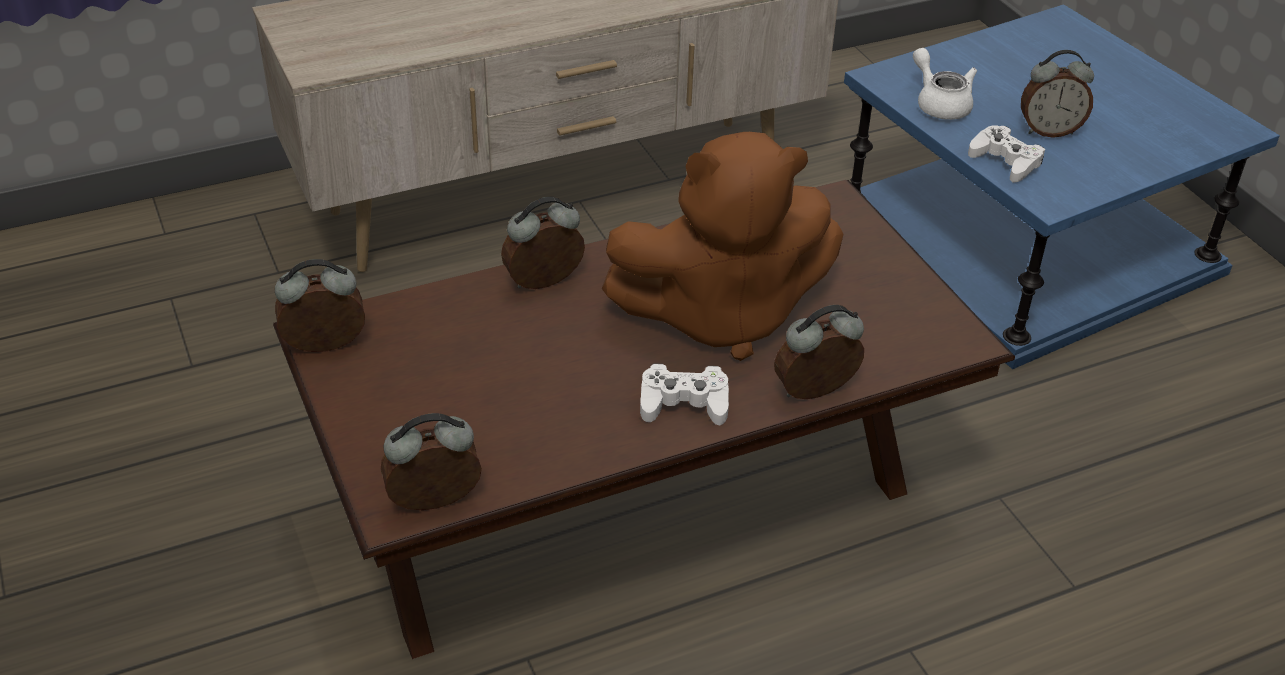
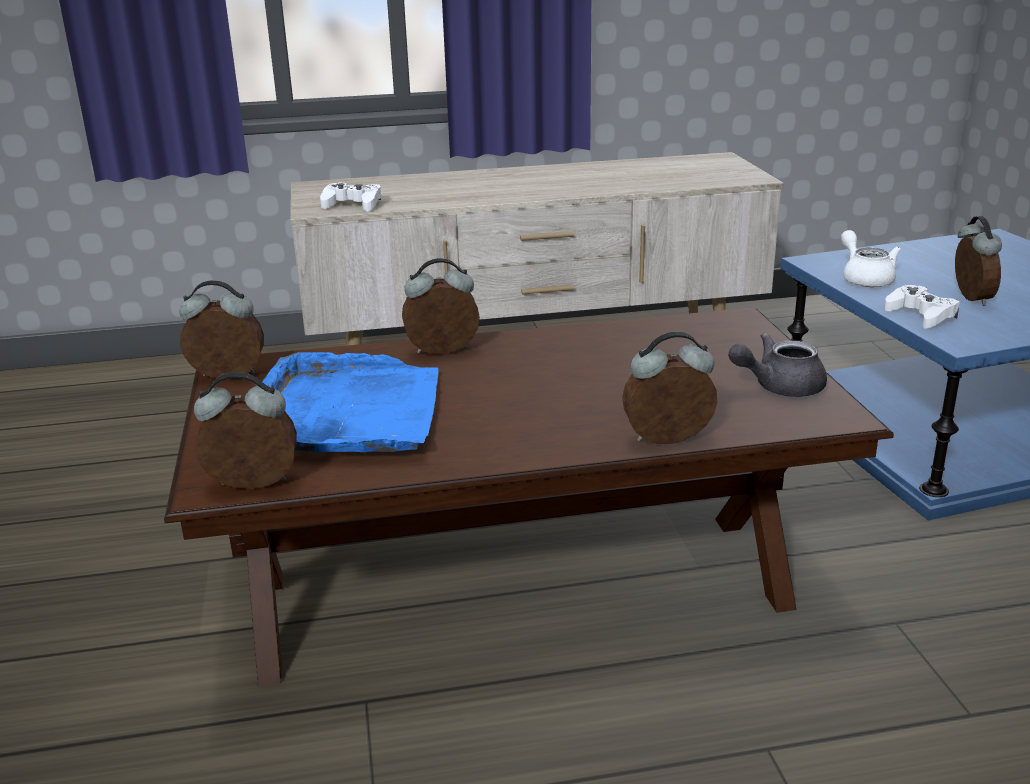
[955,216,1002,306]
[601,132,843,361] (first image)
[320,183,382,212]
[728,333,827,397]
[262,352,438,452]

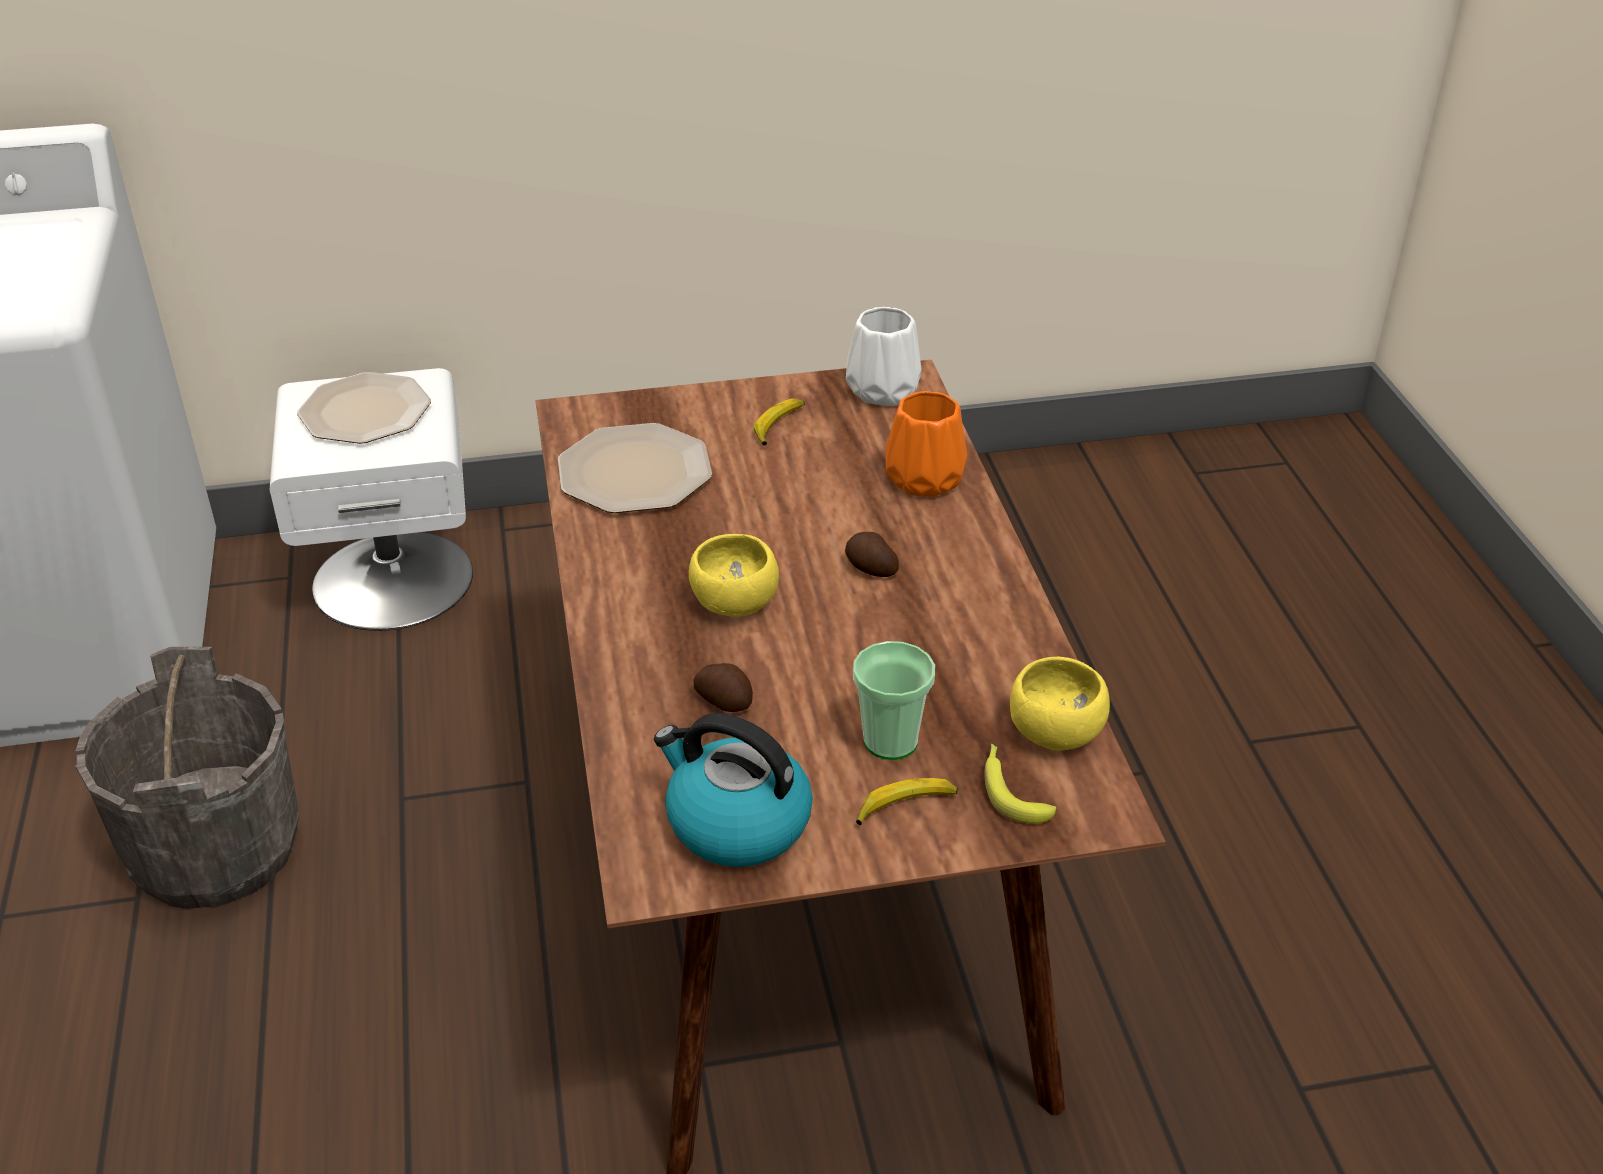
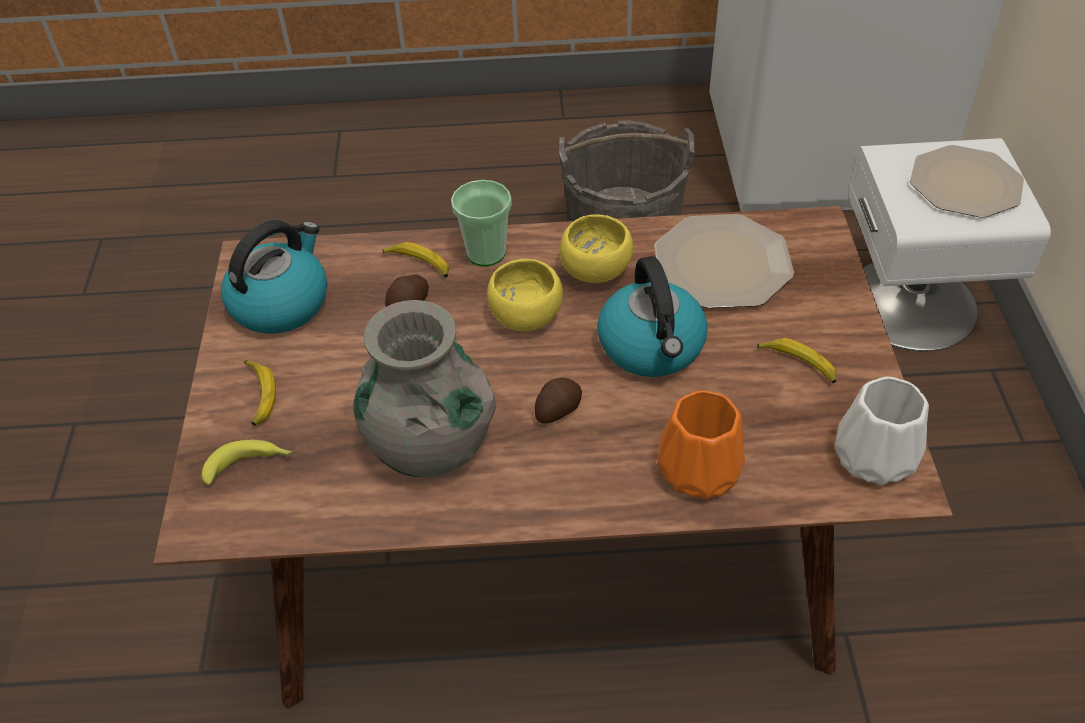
[451,180,512,267]
[560,214,633,283]
[383,242,449,277]
[597,256,708,377]
[353,300,496,477]

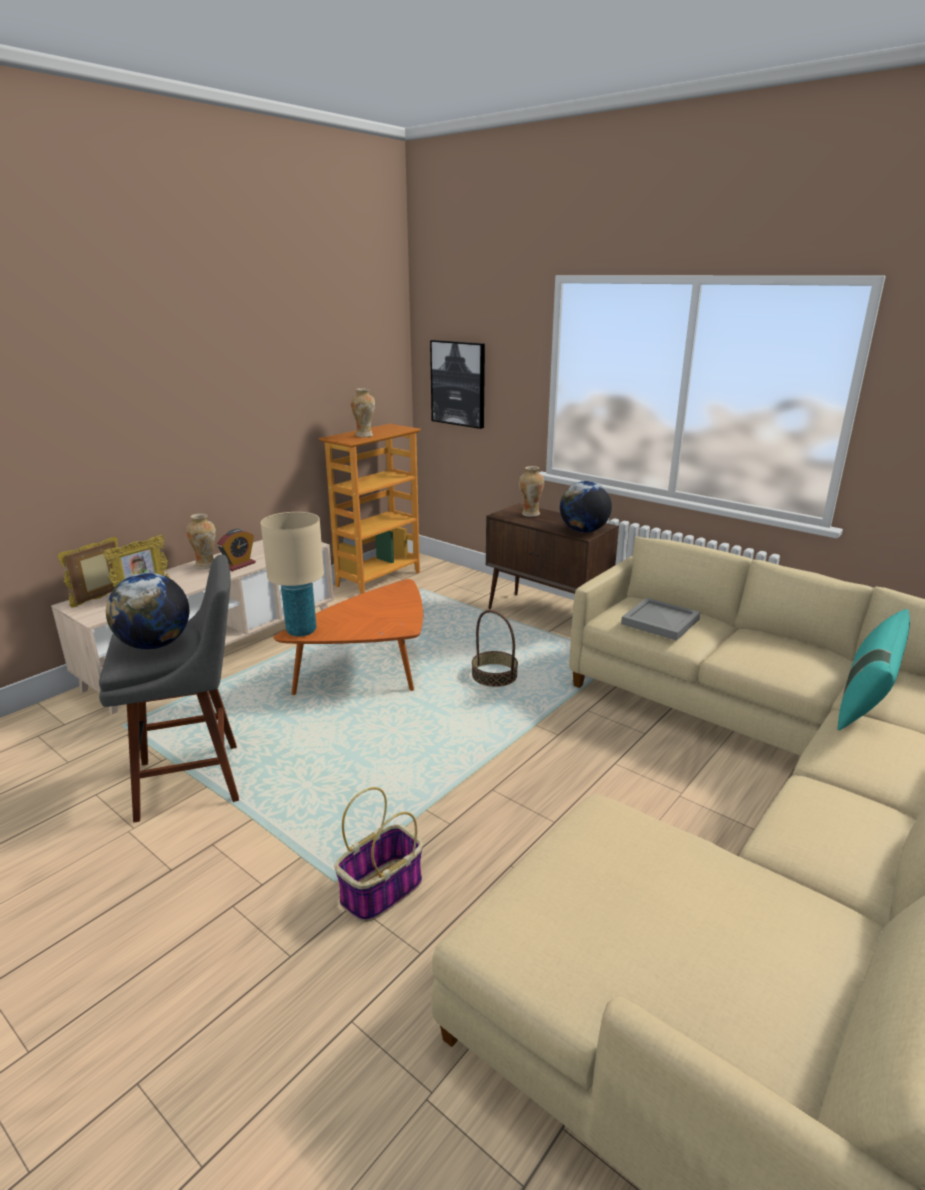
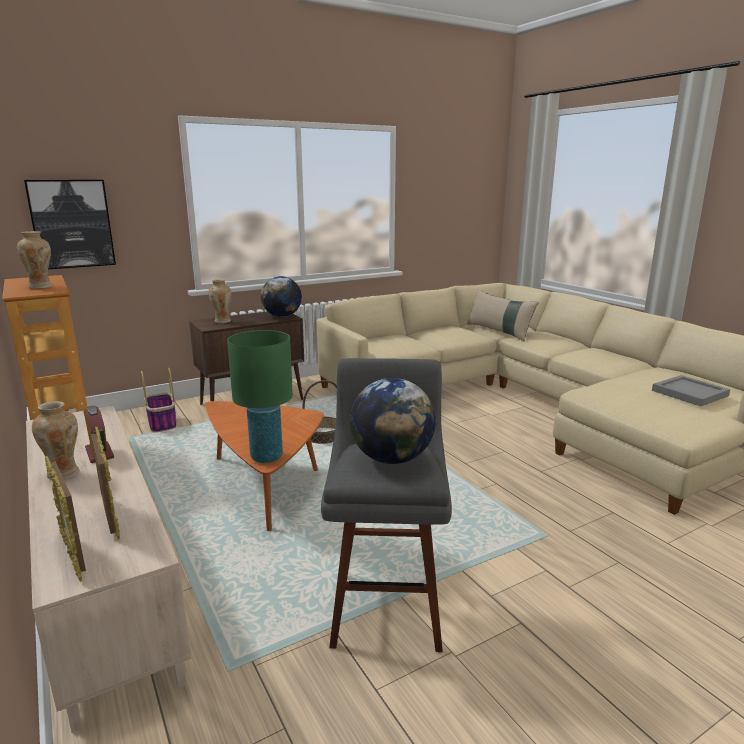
[227,330,293,463]
[652,375,730,406]
[467,289,539,342]
[141,368,176,432]

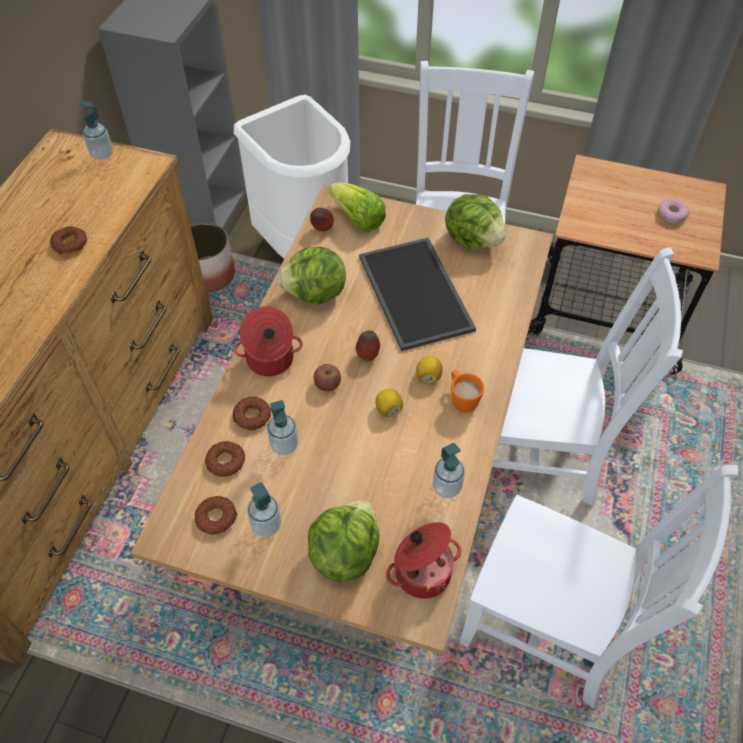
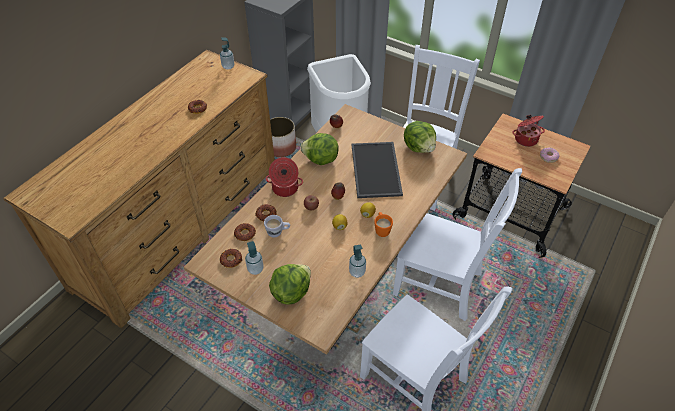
[329,182,386,232] (first image)
[264,215,290,238]
[513,114,545,147]

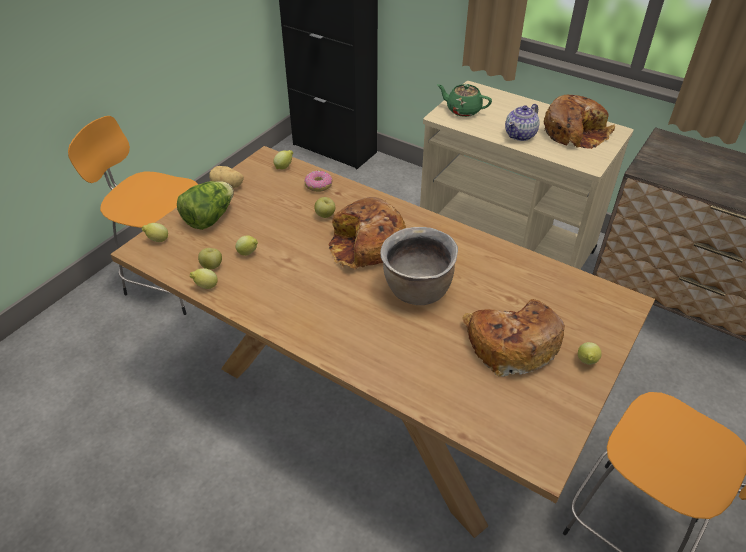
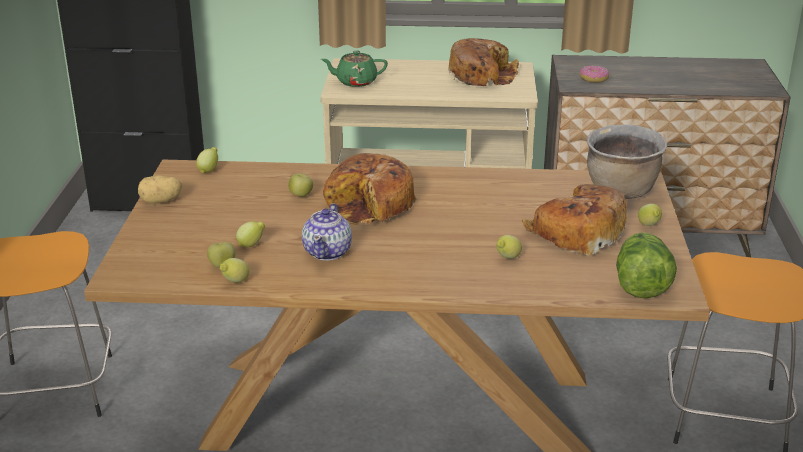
[302,203,352,261]
[580,65,609,83]
[616,232,677,298]
[496,235,522,259]
[587,125,667,199]

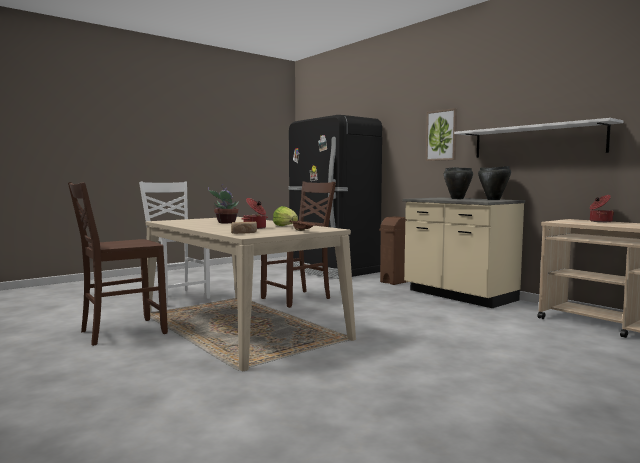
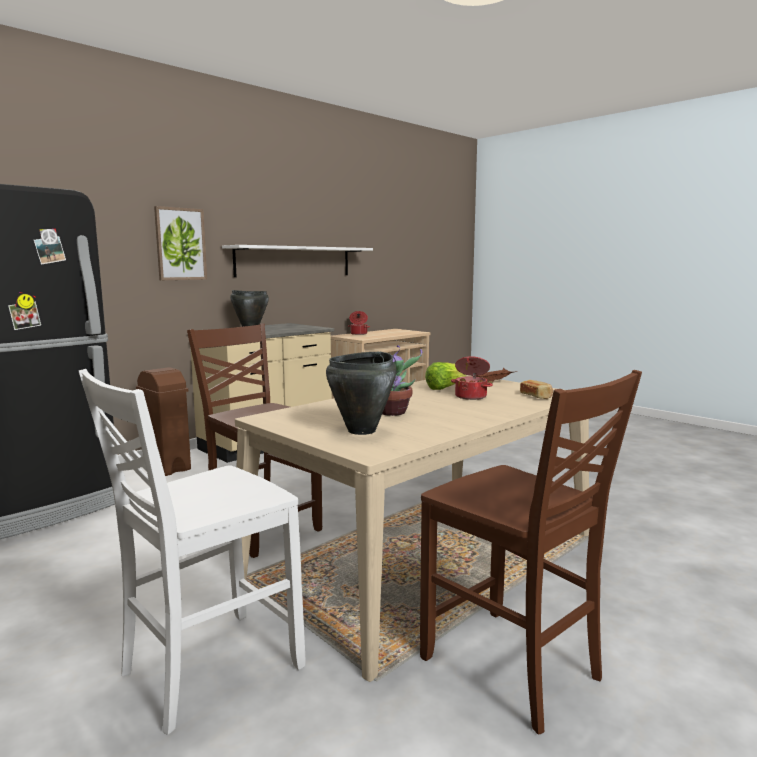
[326,351,397,435]

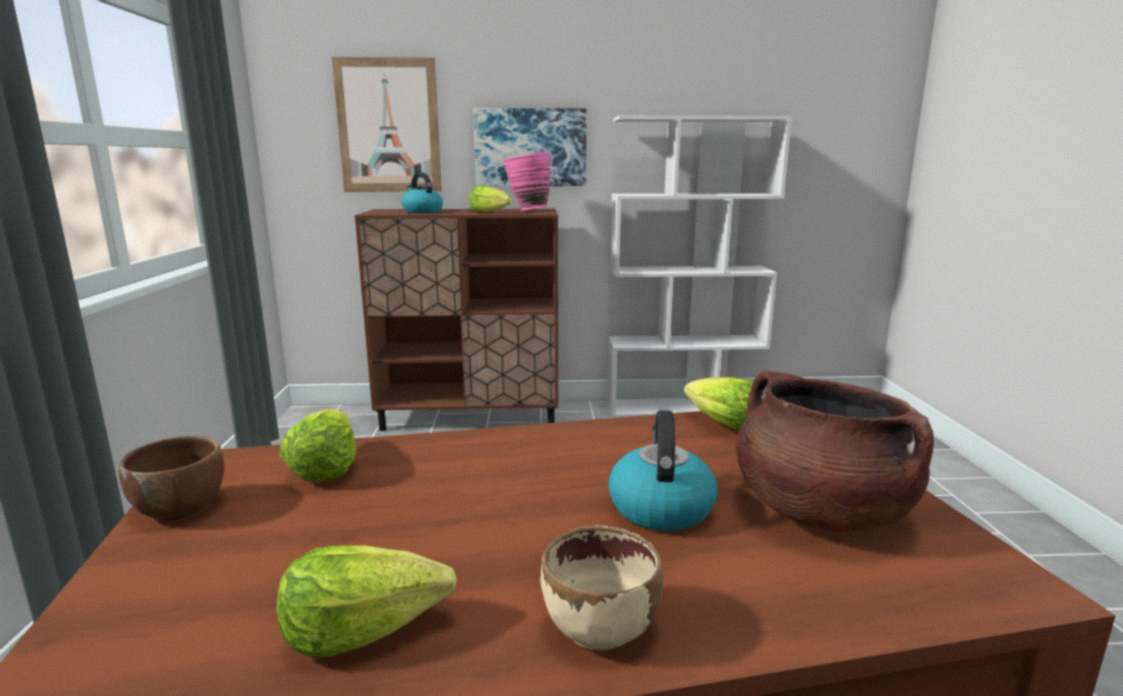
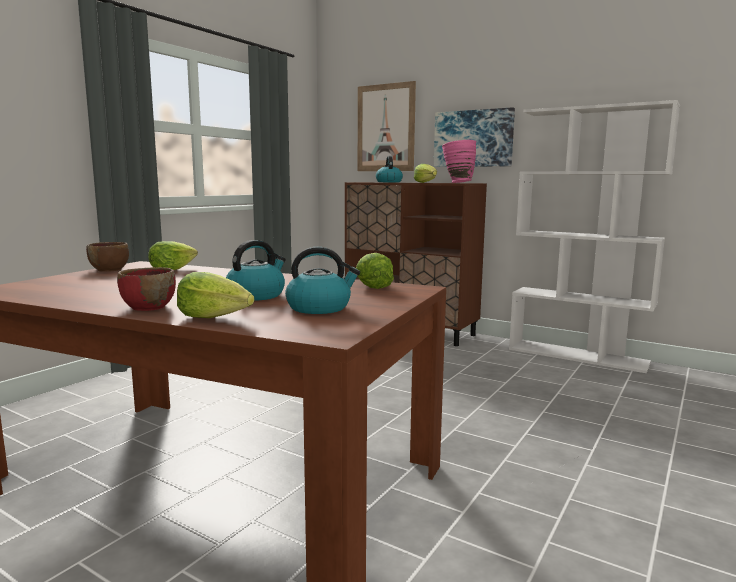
[285,247,360,314]
[117,267,176,311]
[177,272,254,318]

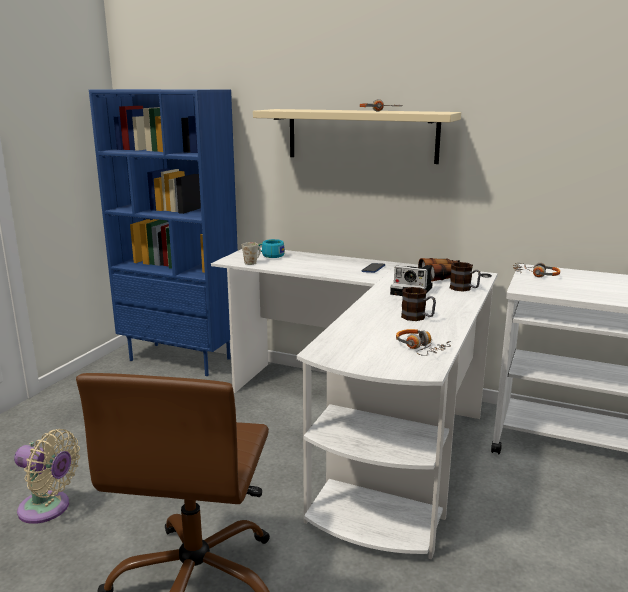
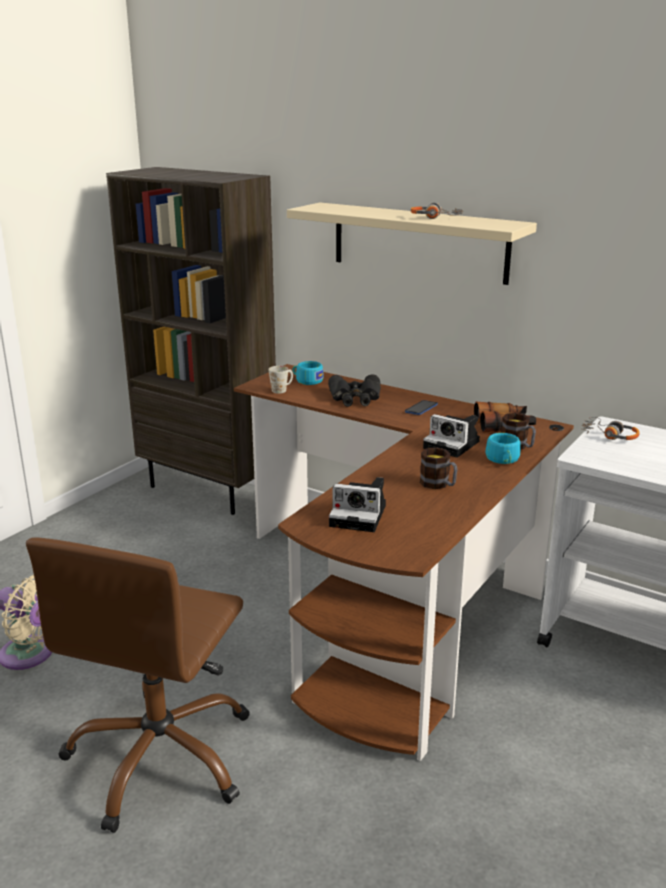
[106,167,276,515]
[234,364,574,761]
[396,329,451,356] (first image)
[328,374,381,407]
[485,433,520,464]
[329,477,386,532]

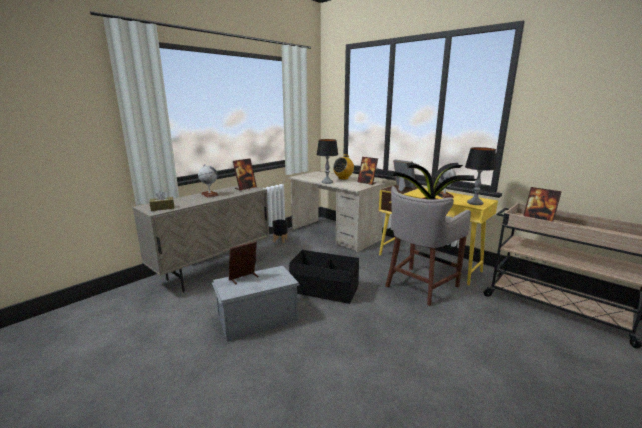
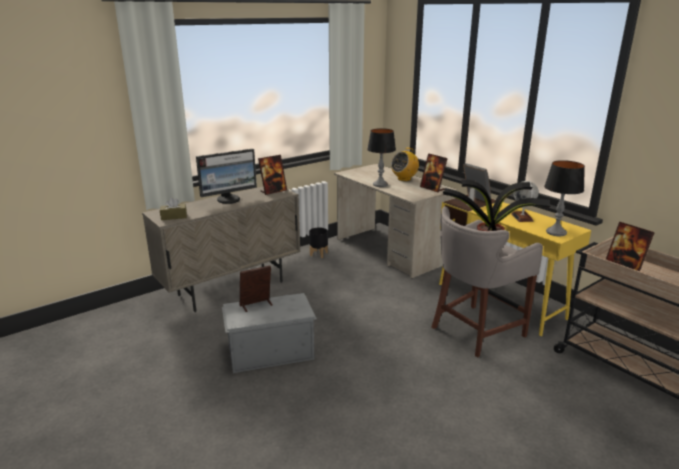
[196,149,257,204]
[289,250,359,304] (first image)

